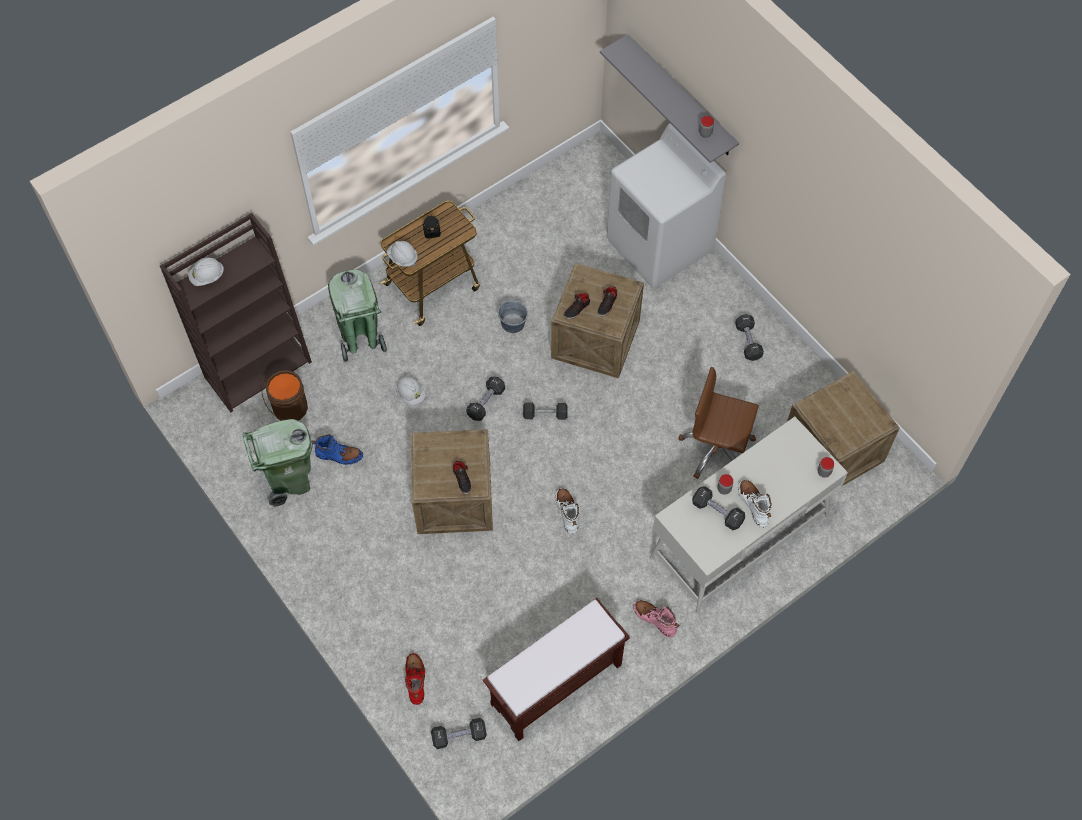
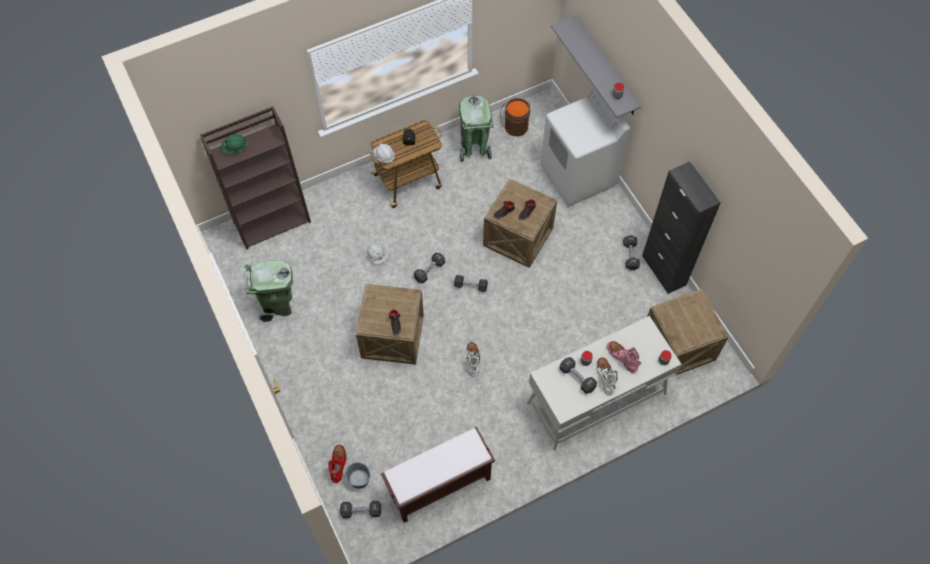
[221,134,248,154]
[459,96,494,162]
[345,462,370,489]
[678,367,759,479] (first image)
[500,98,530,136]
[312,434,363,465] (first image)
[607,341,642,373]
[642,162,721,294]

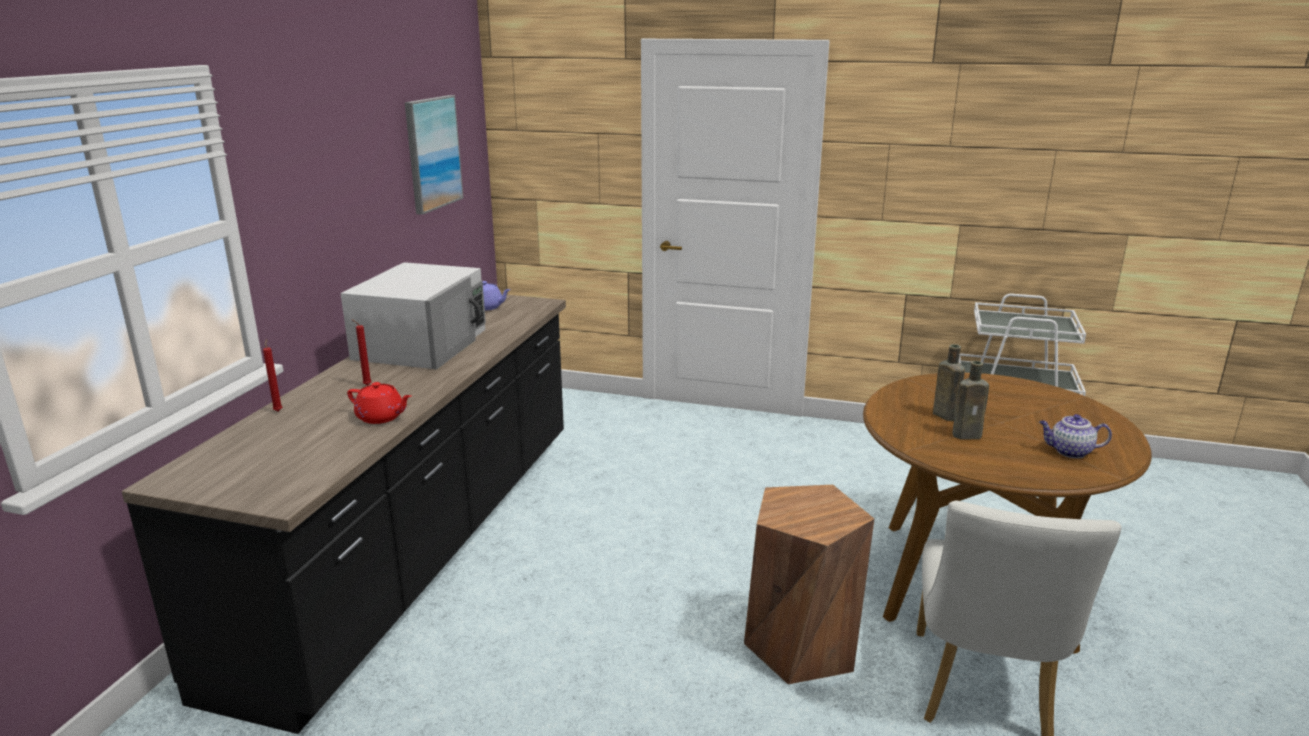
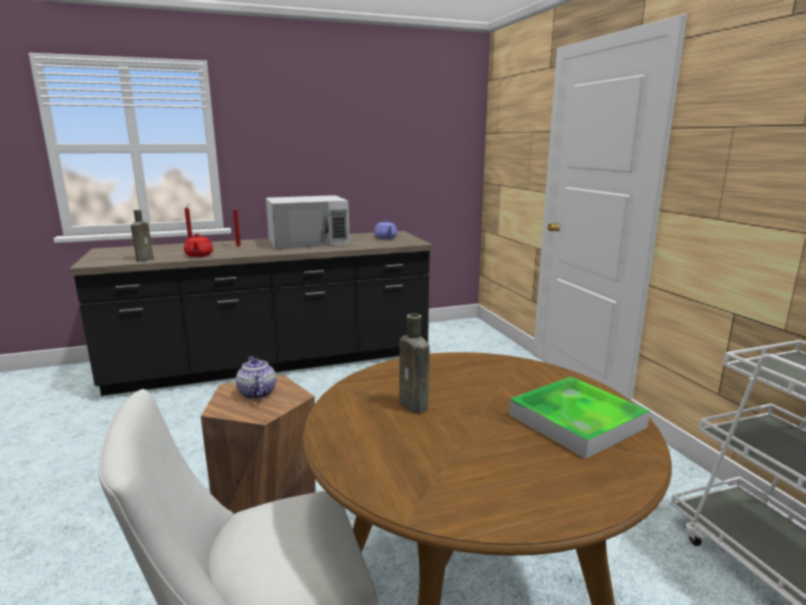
[405,95,464,215] (first image)
[131,210,154,262]
[236,356,276,399]
[509,376,650,459]

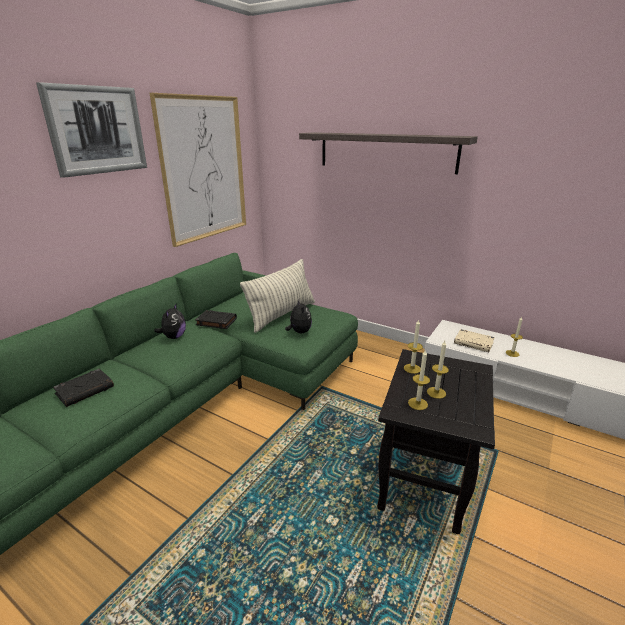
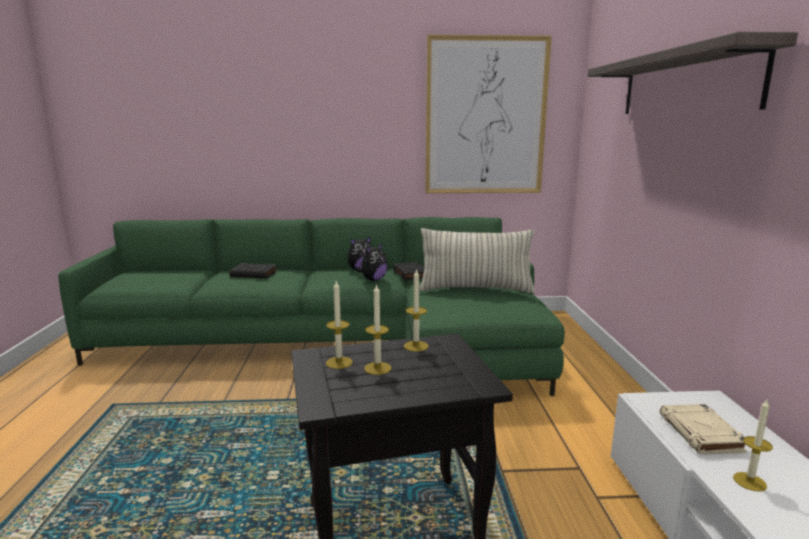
[36,82,147,178] (first image)
[355,243,388,281]

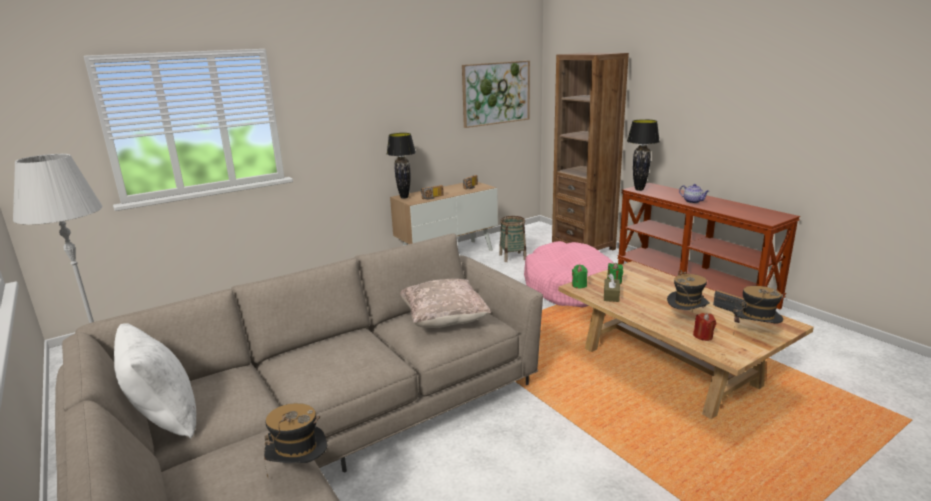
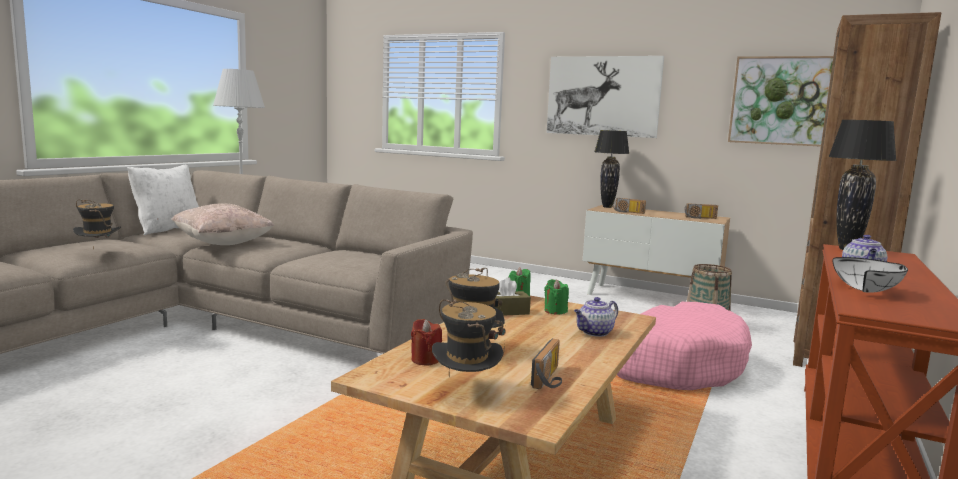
[171,203,274,245]
[546,56,664,138]
[832,257,908,293]
[574,297,618,337]

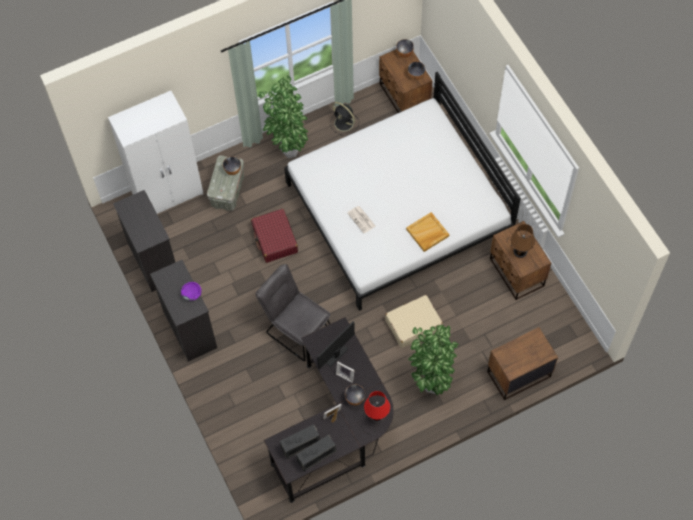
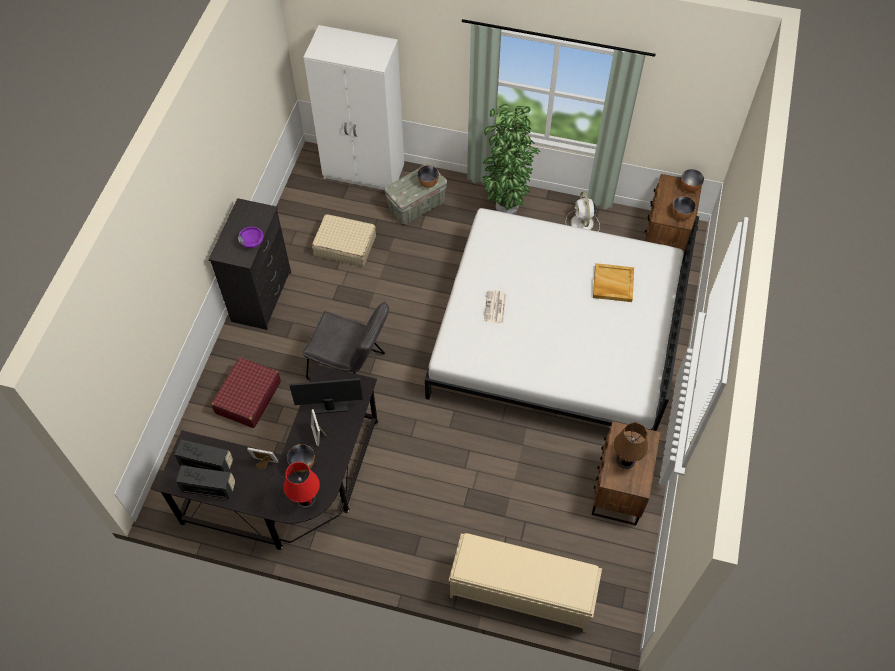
[565,192,600,231]
[113,190,175,292] (first image)
[211,357,281,428]
[593,263,634,302]
[302,301,389,380]
[312,214,376,267]
[408,325,459,395] (first image)
[448,533,602,632]

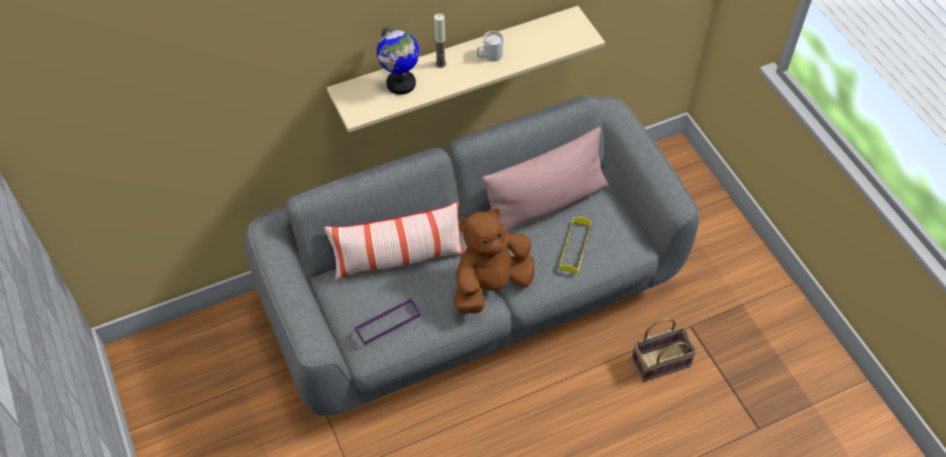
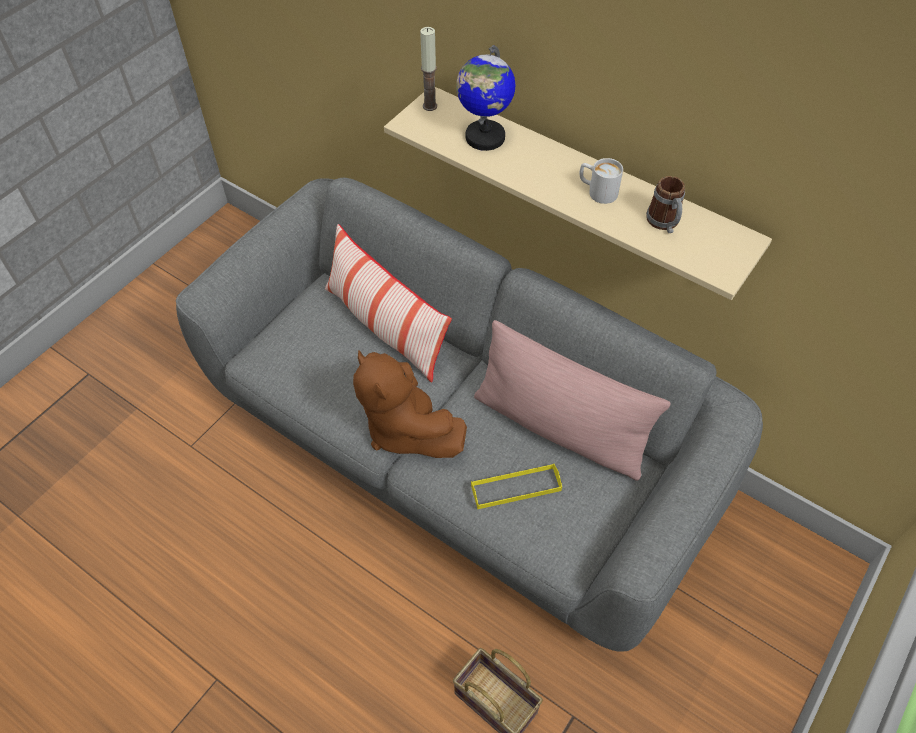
[420,27,437,111]
[353,350,467,458]
[354,298,421,345] (first image)
[646,176,685,233]

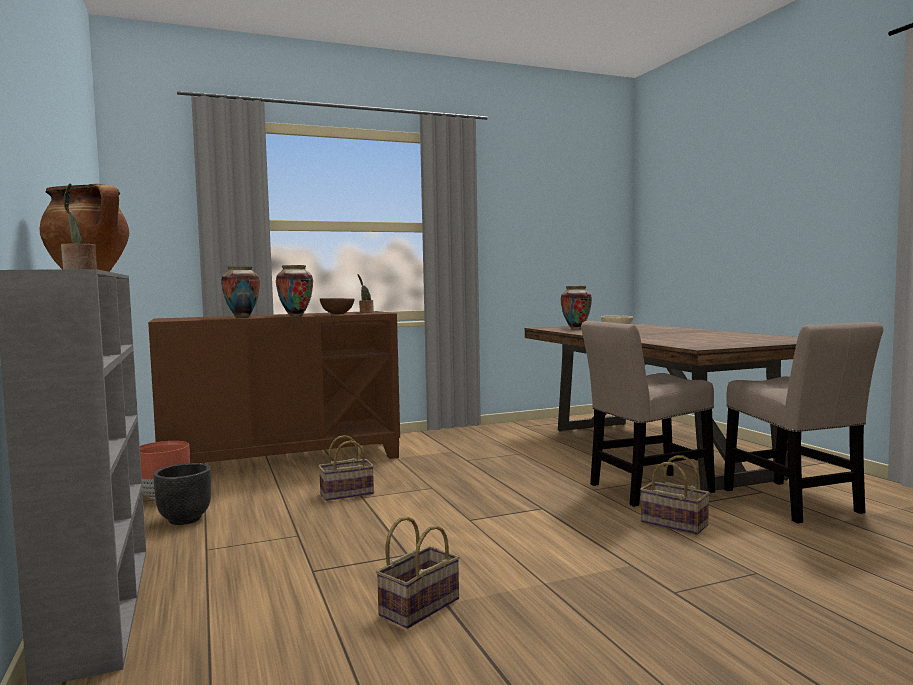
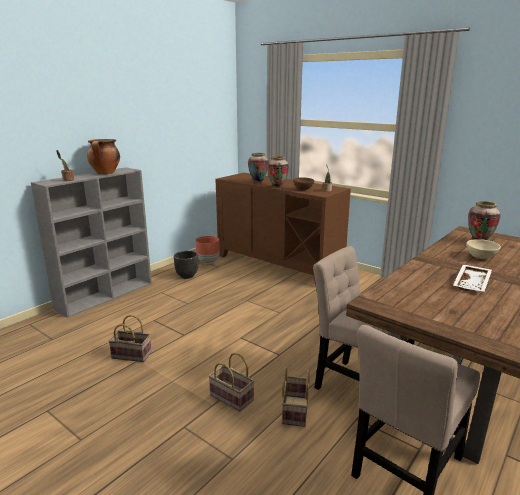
[208,352,254,412]
[453,264,492,292]

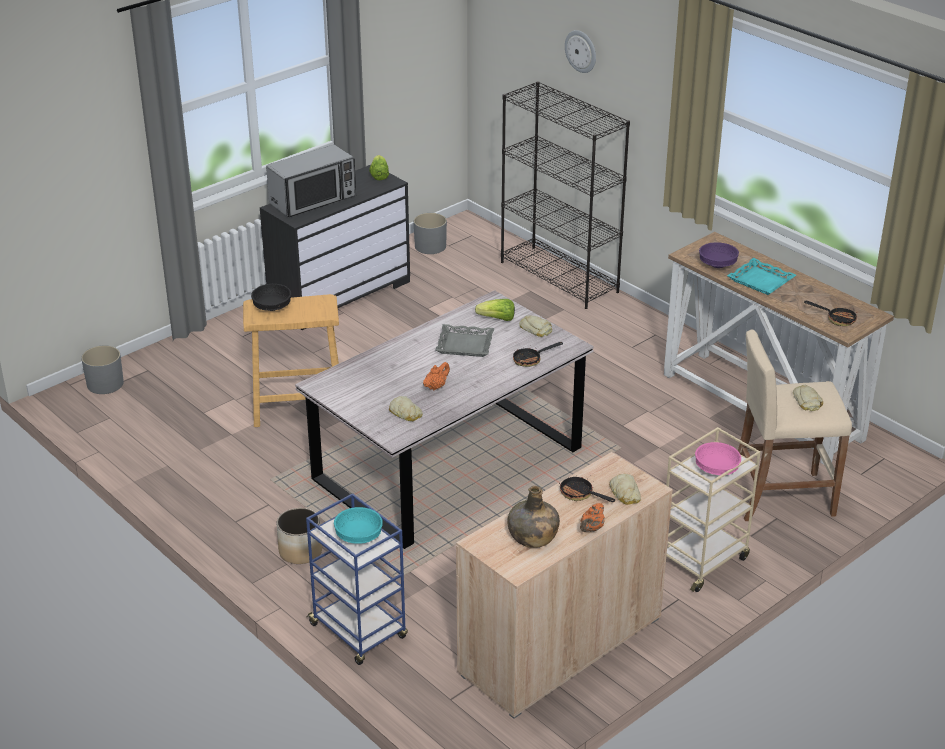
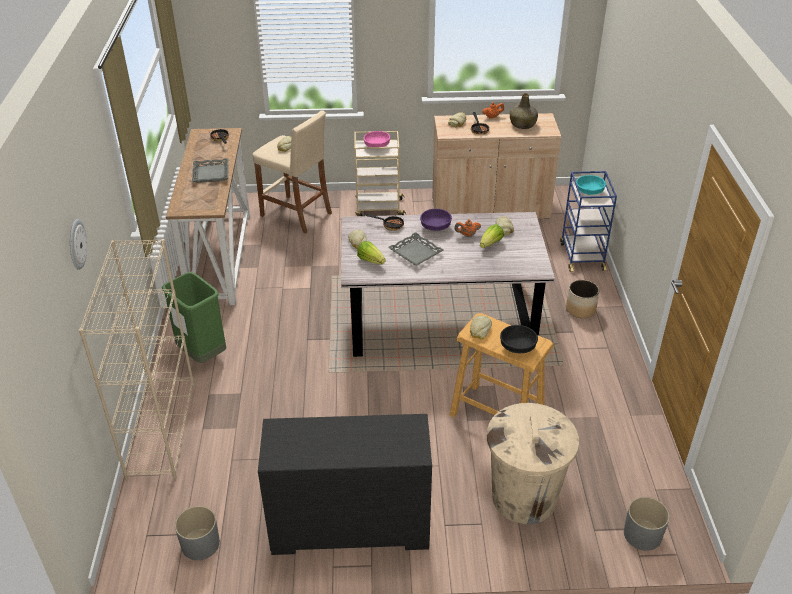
[79,239,195,481]
[266,145,356,217] (first image)
[480,224,504,248]
[420,209,452,231]
[192,158,229,183]
[162,272,226,363]
[470,315,492,339]
[487,403,579,524]

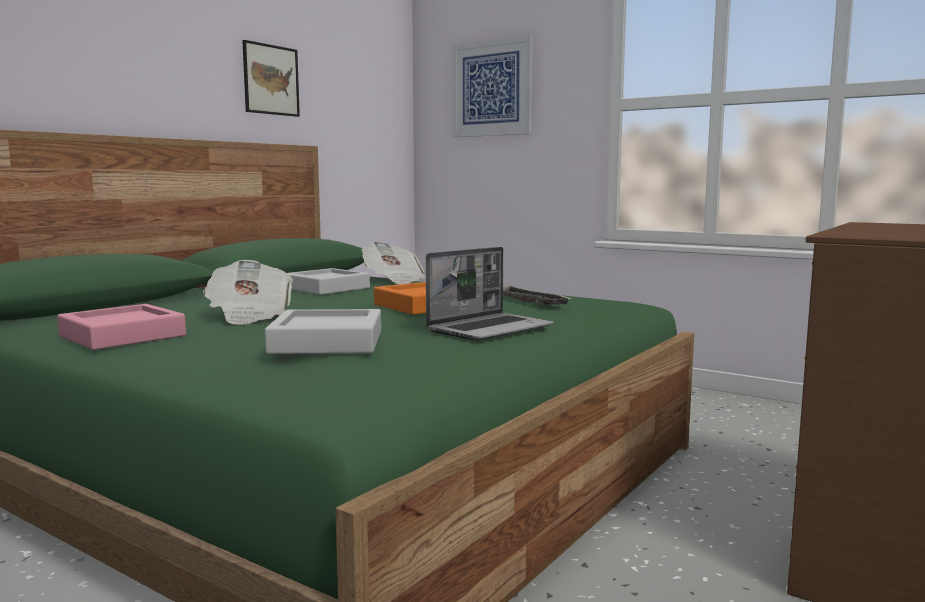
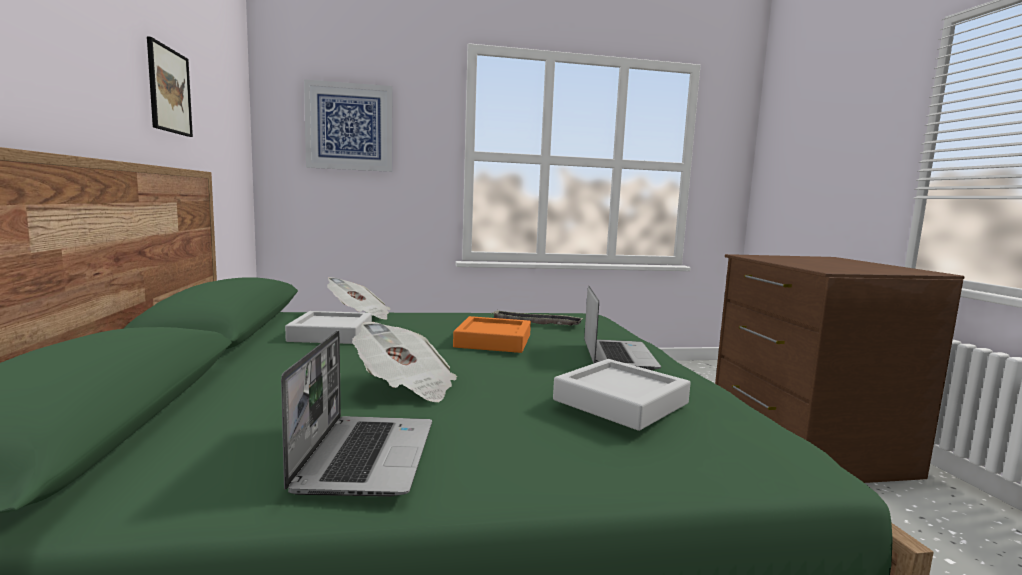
[281,331,432,497]

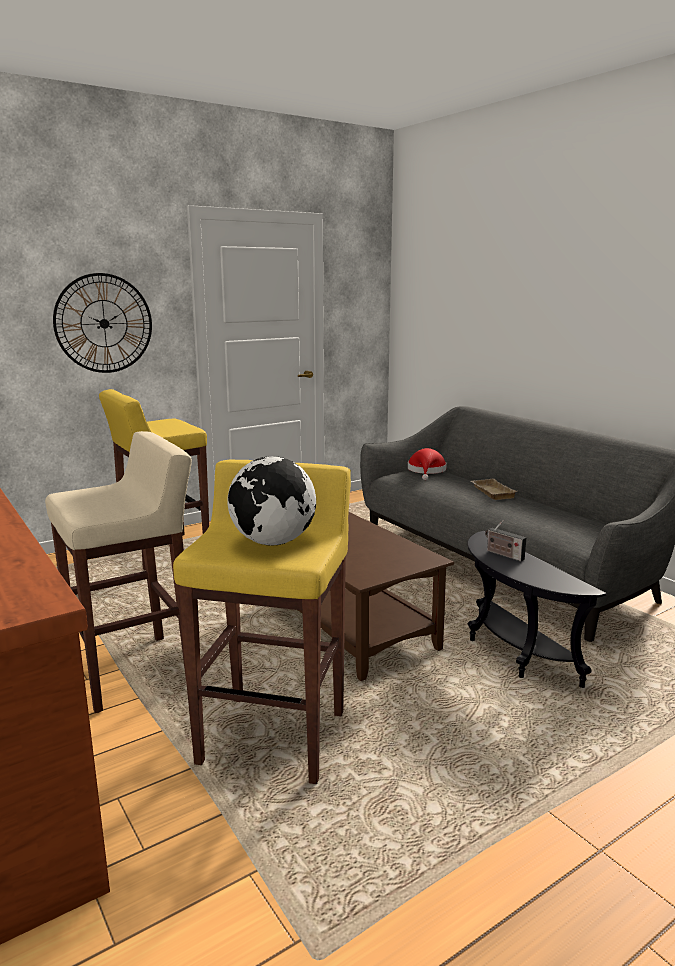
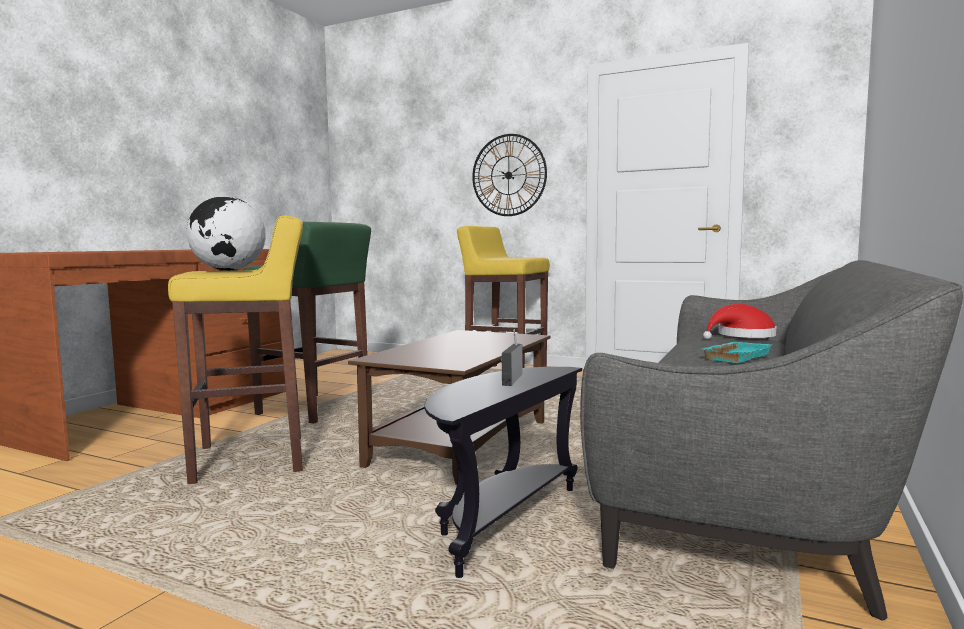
[243,222,371,424]
[703,342,772,363]

